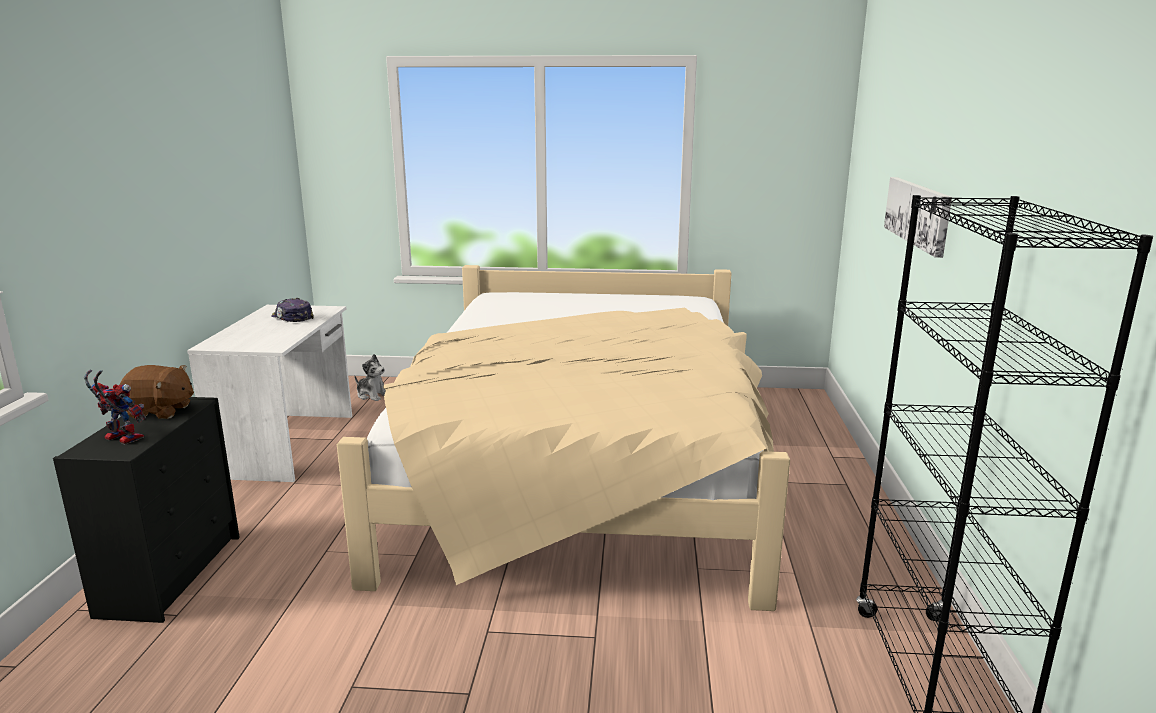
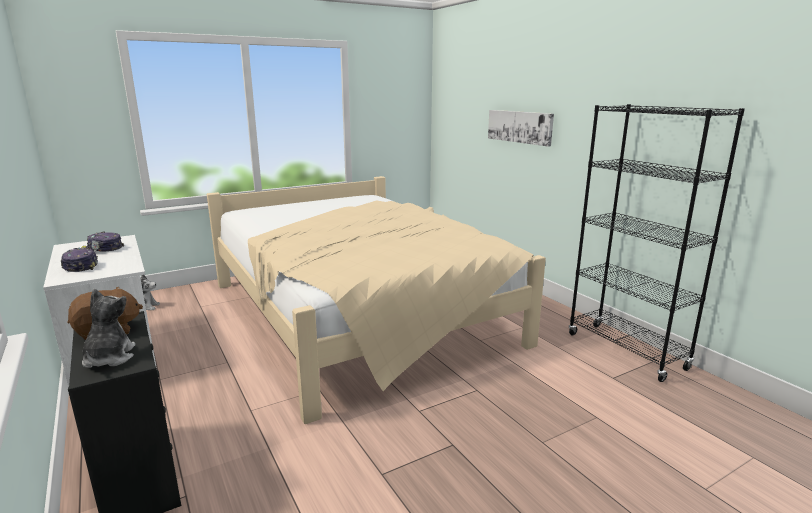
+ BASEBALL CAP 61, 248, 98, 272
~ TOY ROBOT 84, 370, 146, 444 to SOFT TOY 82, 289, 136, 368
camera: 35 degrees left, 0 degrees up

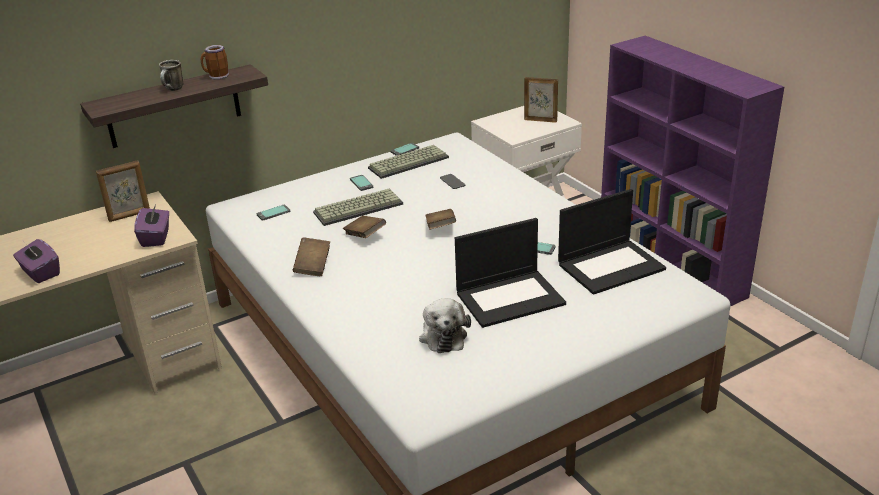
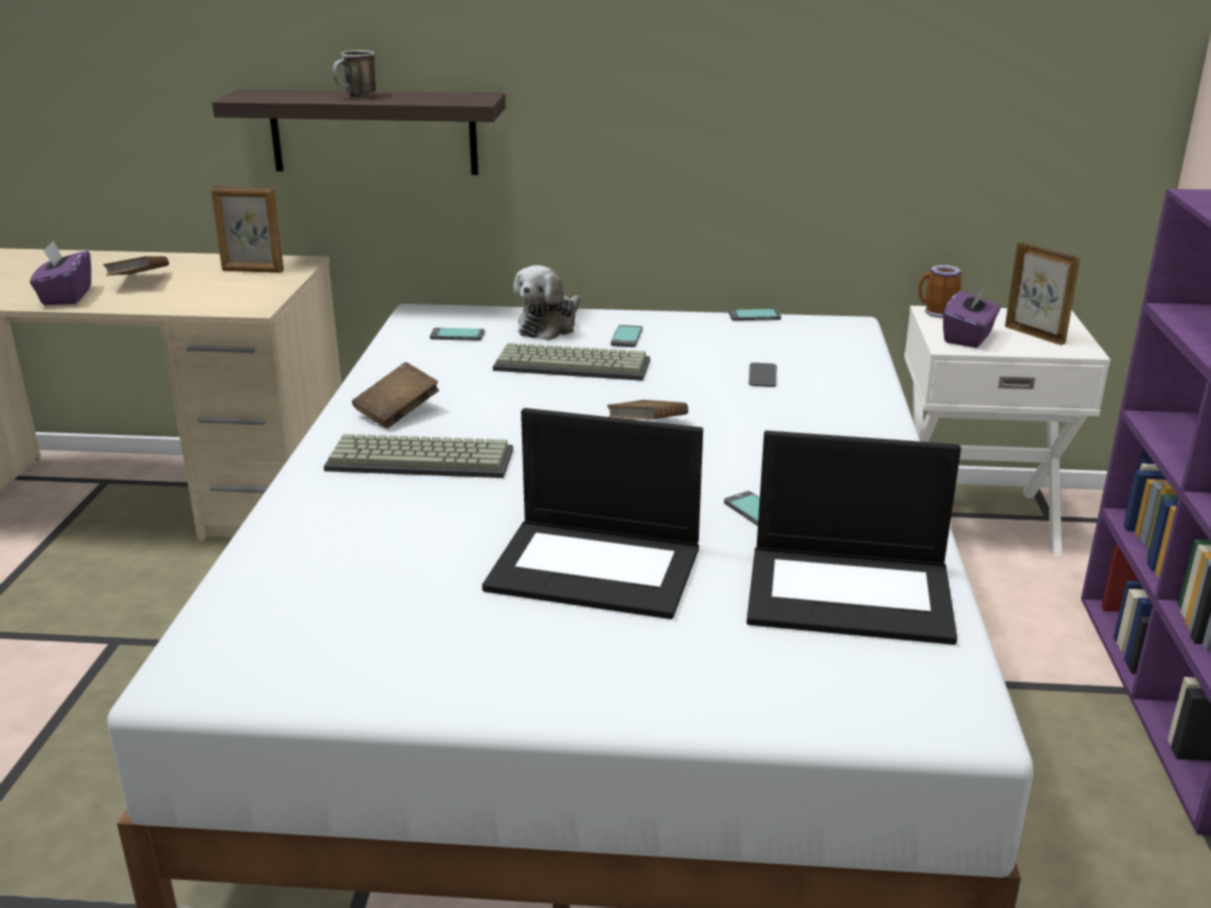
~ PURPLE TISSUE BOX 134, 204, 169, 247 to 943, 285, 1001, 348
~ MUG 201, 45, 229, 80 to 918, 265, 962, 318
~ BROWN BOUND BOOK 343, 216, 386, 238 to 103, 256, 169, 276
~ KEYBOARD 368, 145, 449, 179 to 324, 434, 513, 478
~ SOFT TOY 419, 298, 471, 353 to 513, 265, 580, 341
camera: 35 degrees right, 5 degrees down

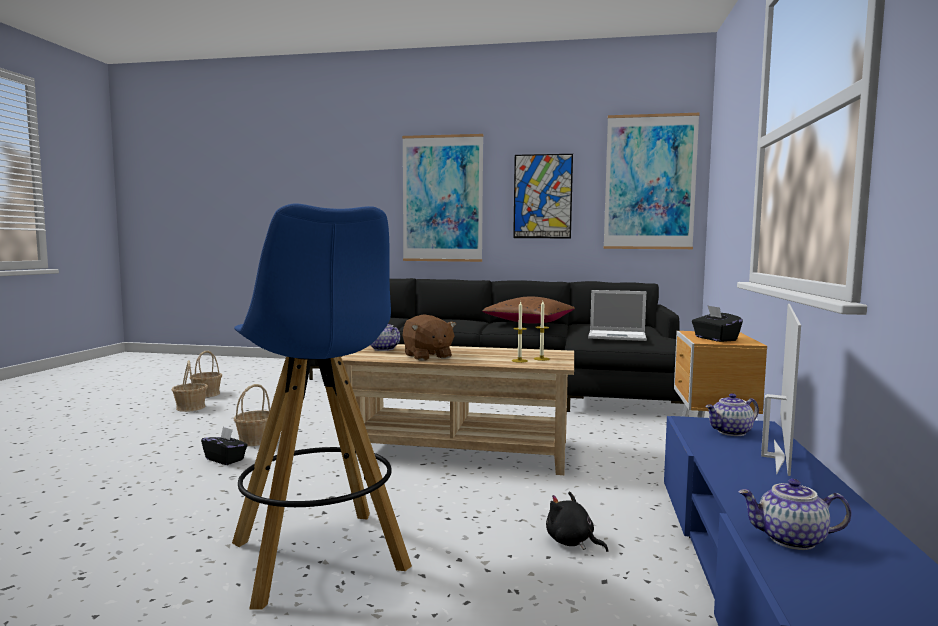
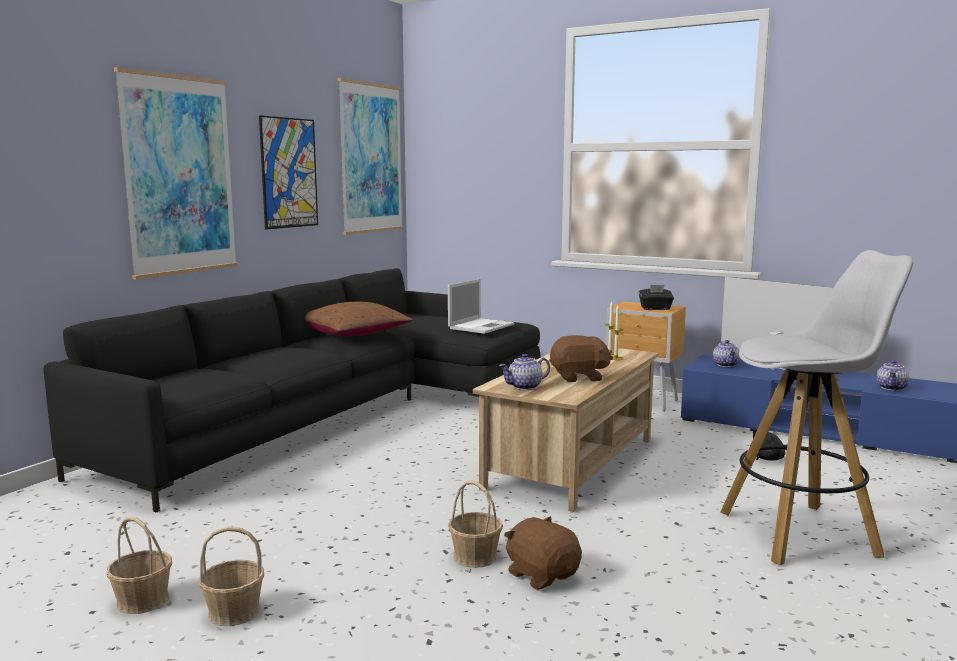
~ BLACK-COLOURED TISSUE BOX 201, 427, 248, 465 to BROWN SOFT TOY 504, 516, 582, 590
~ BLUE STOOL 232, 203, 412, 610 to WHITE-COLOURED STOOL 720, 250, 913, 565
camera: 70 degrees left, 5 degrees up

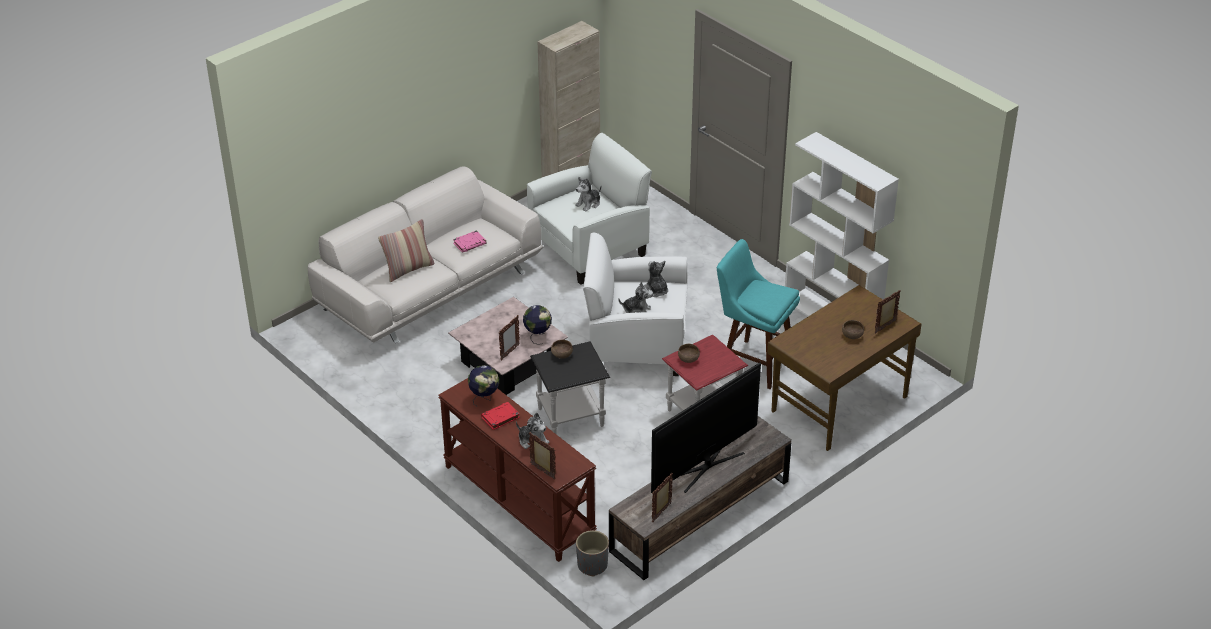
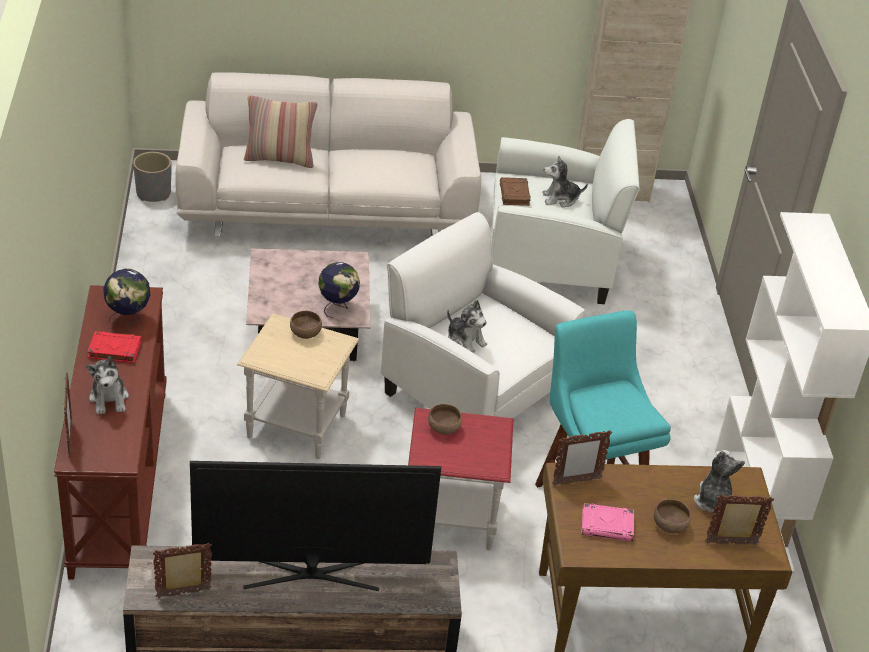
+ BROWN BOUND BOOK 500, 177, 531, 206
~ PINKISH BOUND BOOK 453, 230, 487, 253 to 581, 503, 634, 541
~ PICTURE FRAME 499, 315, 520, 360 to 552, 430, 612, 486
~ GRAY PLANT POT 576, 530, 609, 576 to 133, 152, 171, 202
~ SOFT TOY 644, 261, 668, 297 to 694, 450, 745, 513
~ BLACK-COLOURED SIDE TABLE 530, 341, 610, 434 to BEIGE SIDE TABLE 237, 314, 359, 459
camera: 35 degrees right, 0 degrees up

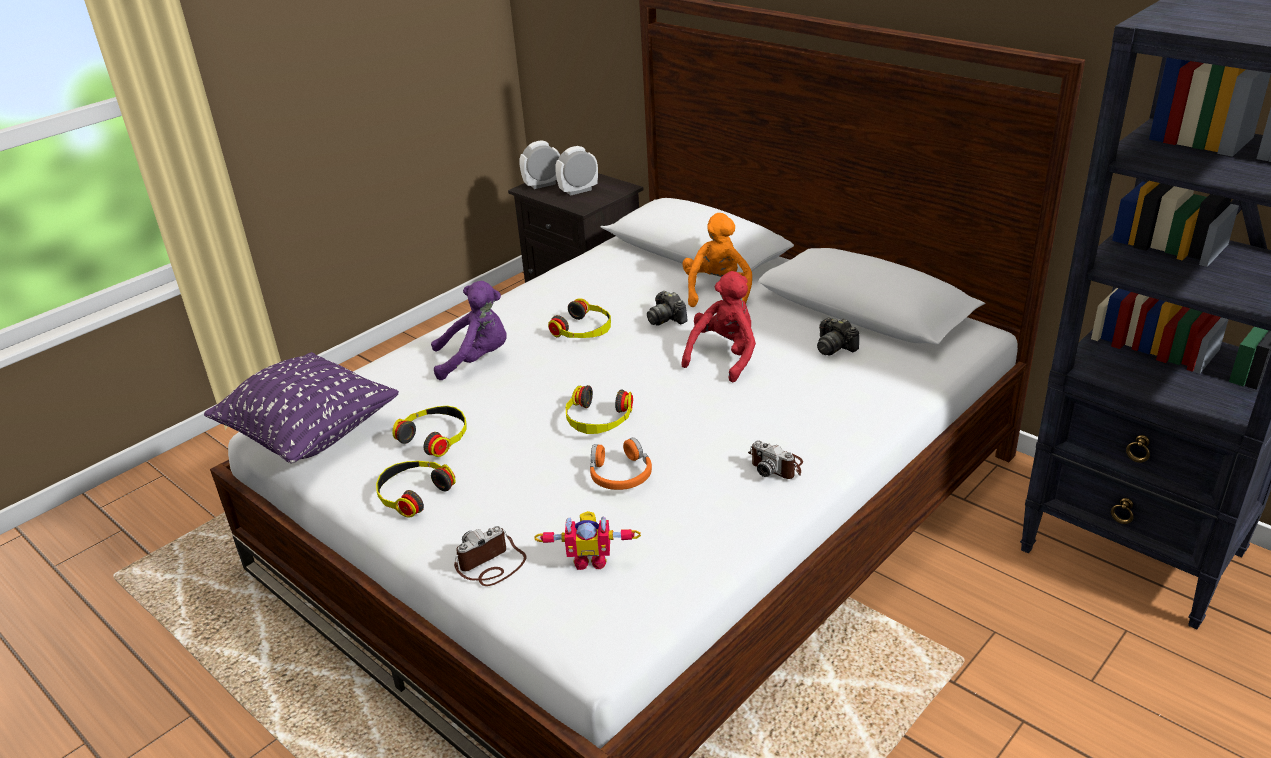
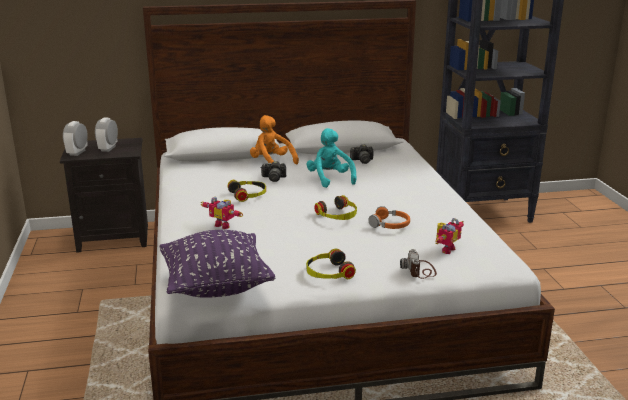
- HEADPHONES 392, 406, 467, 457
- PHOTO CAMERA 748, 440, 803, 479
~ PURPLE SOFT TOY 431, 281, 507, 380 to TOY ROBOT 201, 197, 243, 229
~ RED-COLOURED SOFT TOY 681, 271, 756, 382 to BLUE-GREEN SOFT TOY 306, 128, 356, 188
camera: 55 degrees left, 10 degrees down

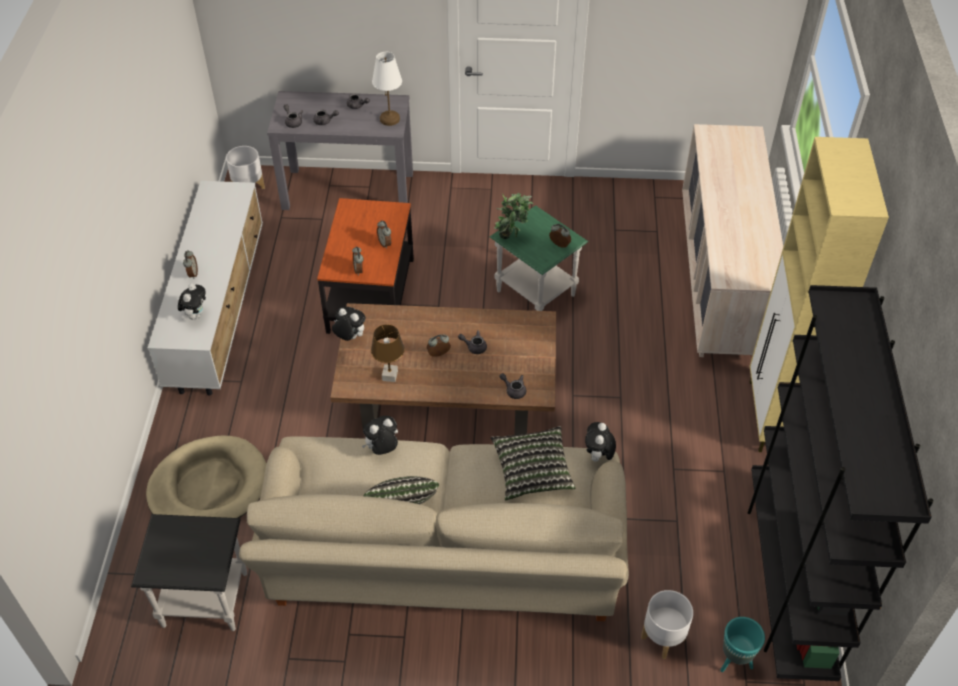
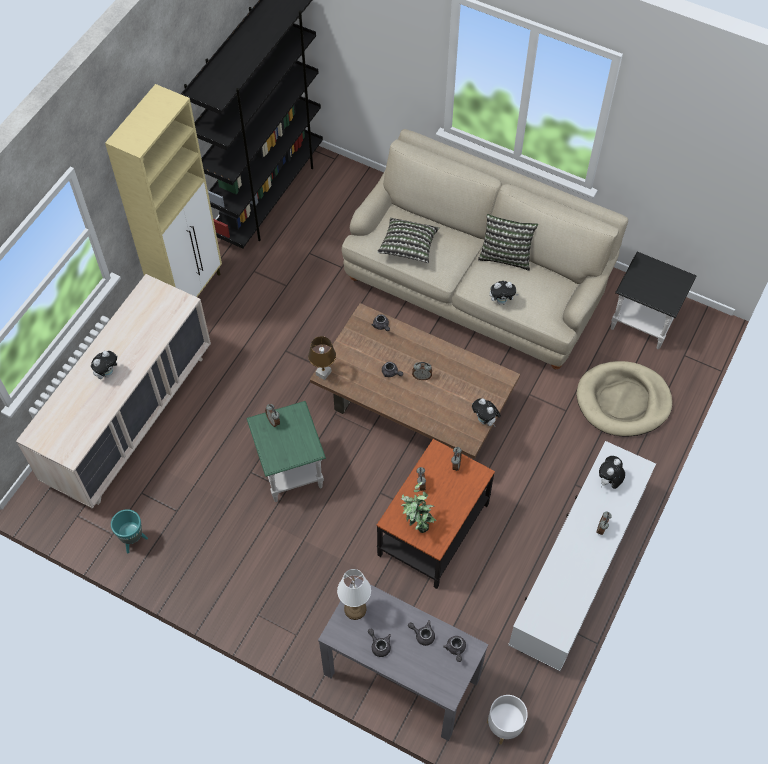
- WHITE-COLOURED PLANT POT 641, 590, 693, 659
~ BROWN TABLE LAMP 371, 324, 405, 382 to 308, 336, 336, 380
~ HOUSEPLANT 494, 193, 533, 239 to 401, 482, 436, 533
~ SOFT TOY 585, 422, 616, 462 to 91, 351, 118, 379
~ BLUE-GREEN PLANT POT 720, 617, 765, 672 to 111, 509, 148, 553
camera: 155 degrees left, 10 degrees up

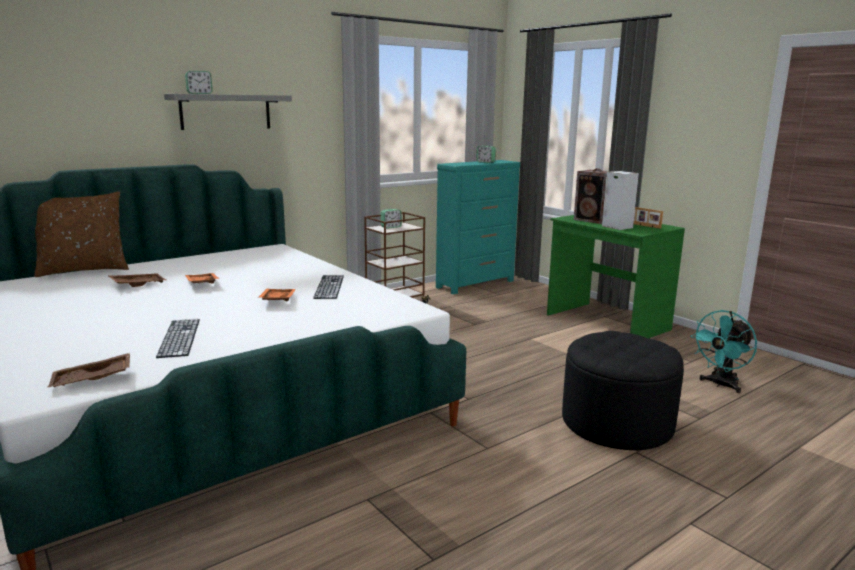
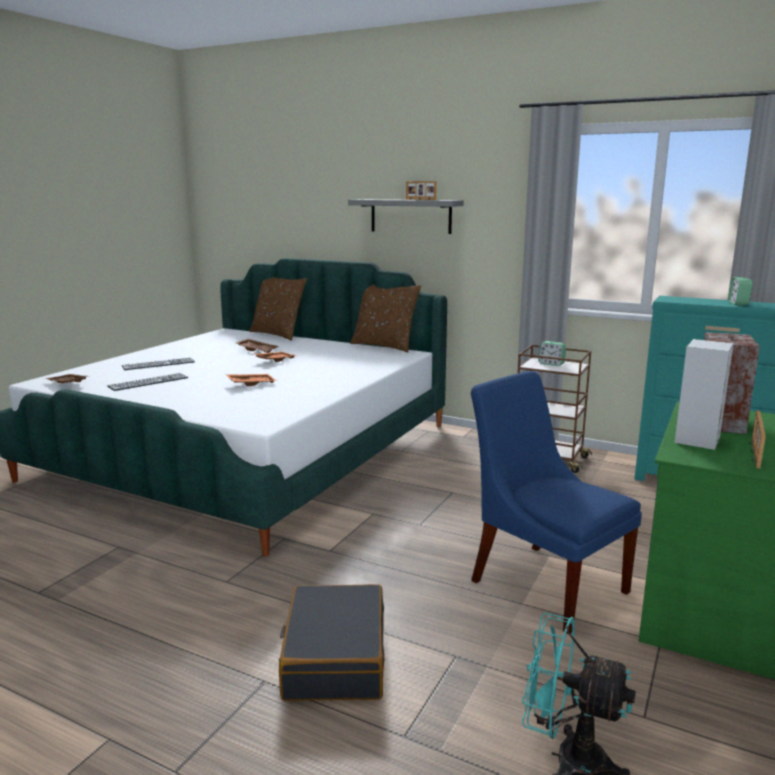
- ALARM CLOCK 185, 71, 213, 94
+ BROWN THROW PILLOW 350, 284, 421, 352
+ PICTURE FRAME 406, 181, 437, 200
+ BLUE CHAIR 471, 371, 642, 635
~ KEYBOARD 313, 275, 344, 299 to 122, 358, 195, 370
~ BLACK-COLOURED OTTOMAN 562, 331, 684, 451 to BLACK-COLOURED SUITCASE 279, 584, 384, 701
camera: 65 degrees right, 0 degrees up

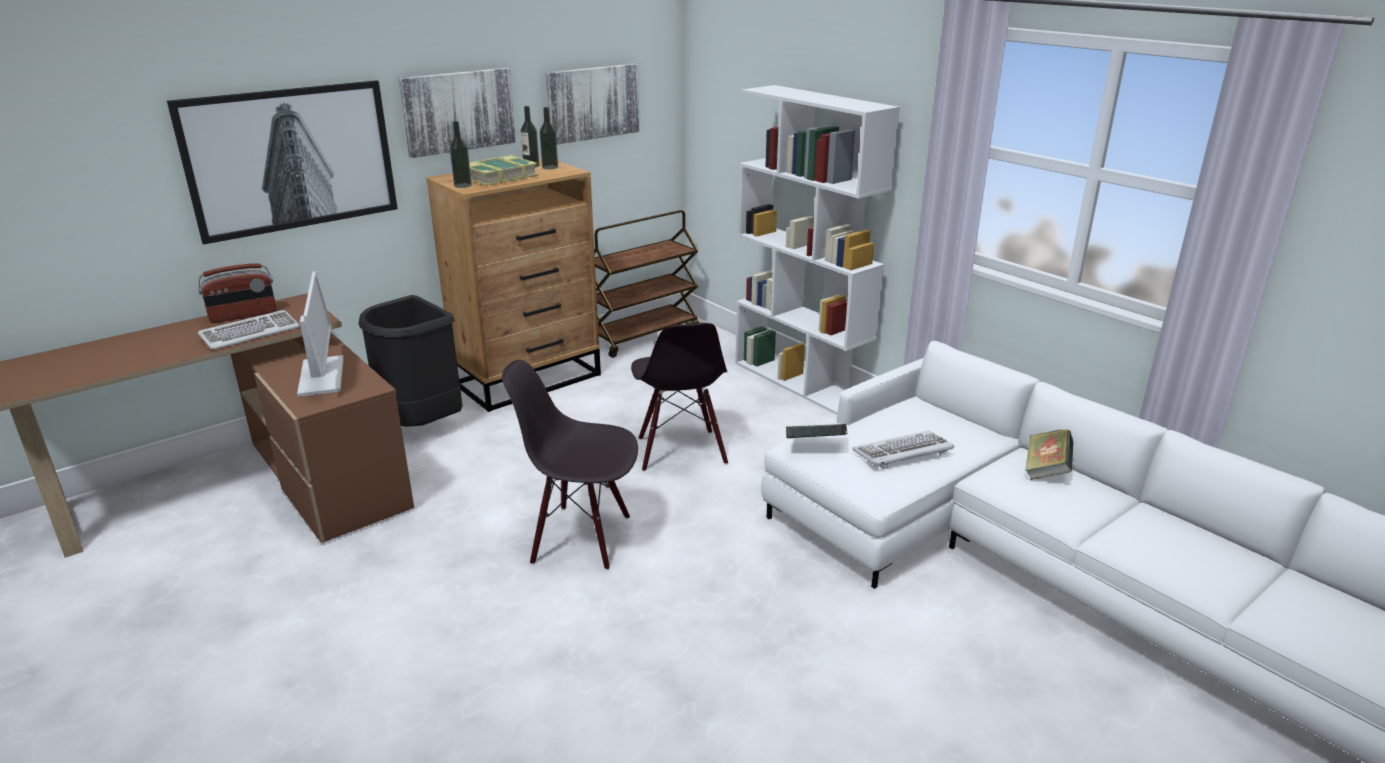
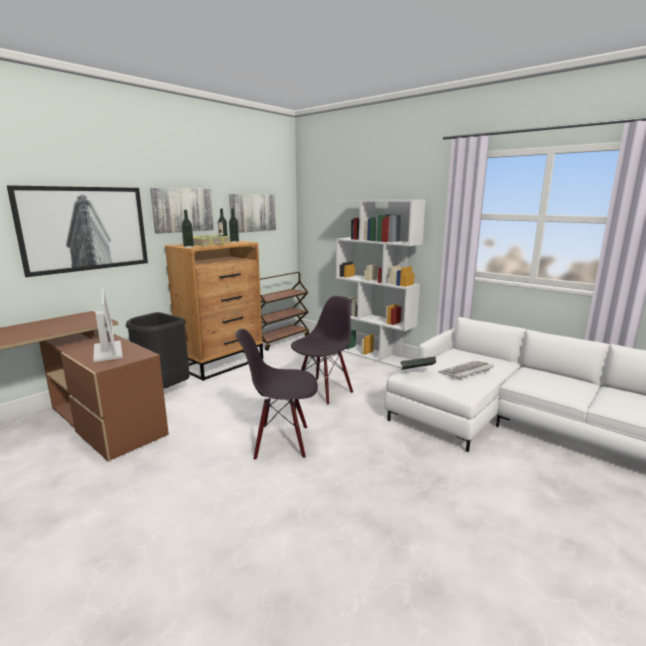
- RADIO SET 198, 263, 276, 323
- KEYBOARD 198, 310, 300, 350
- BOUND BOOK 1025, 430, 1073, 480
~ BLACK-COLOURED CHAIR 631, 323, 728, 471 = 291, 296, 353, 405 120 degrees counterclockwise
camera: 10 degrees left, 10 degrees down

